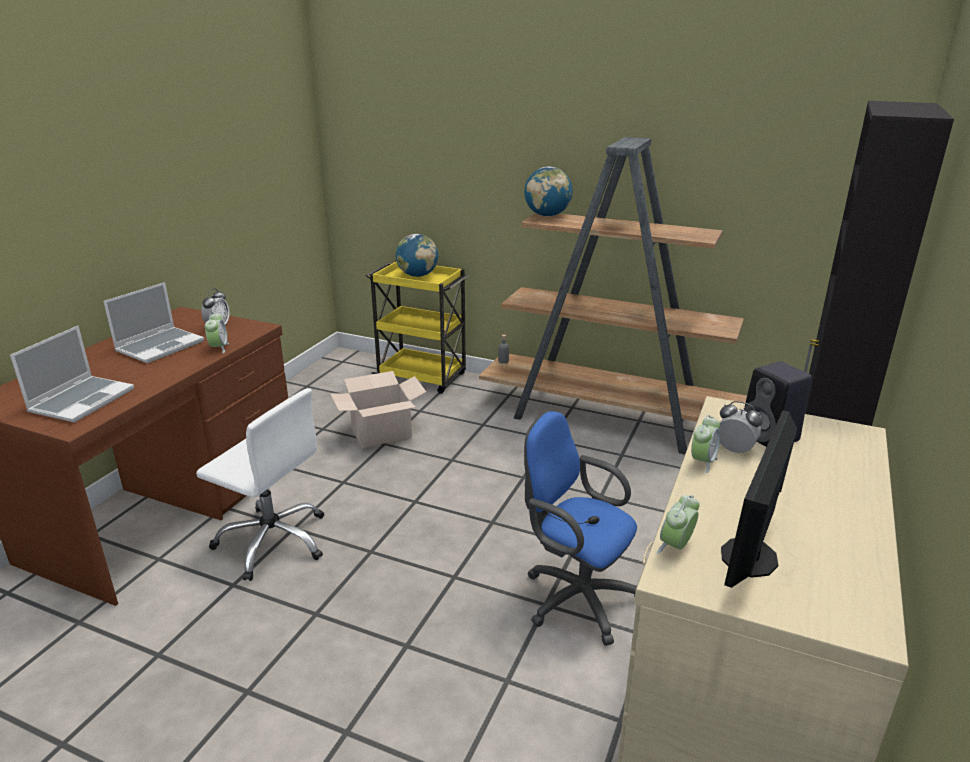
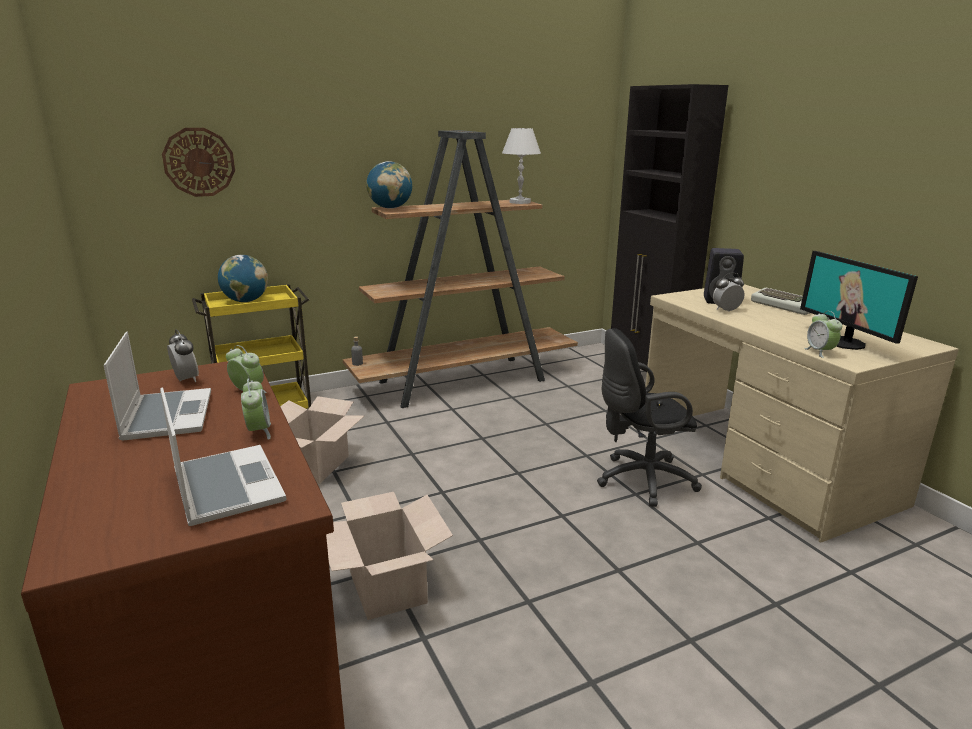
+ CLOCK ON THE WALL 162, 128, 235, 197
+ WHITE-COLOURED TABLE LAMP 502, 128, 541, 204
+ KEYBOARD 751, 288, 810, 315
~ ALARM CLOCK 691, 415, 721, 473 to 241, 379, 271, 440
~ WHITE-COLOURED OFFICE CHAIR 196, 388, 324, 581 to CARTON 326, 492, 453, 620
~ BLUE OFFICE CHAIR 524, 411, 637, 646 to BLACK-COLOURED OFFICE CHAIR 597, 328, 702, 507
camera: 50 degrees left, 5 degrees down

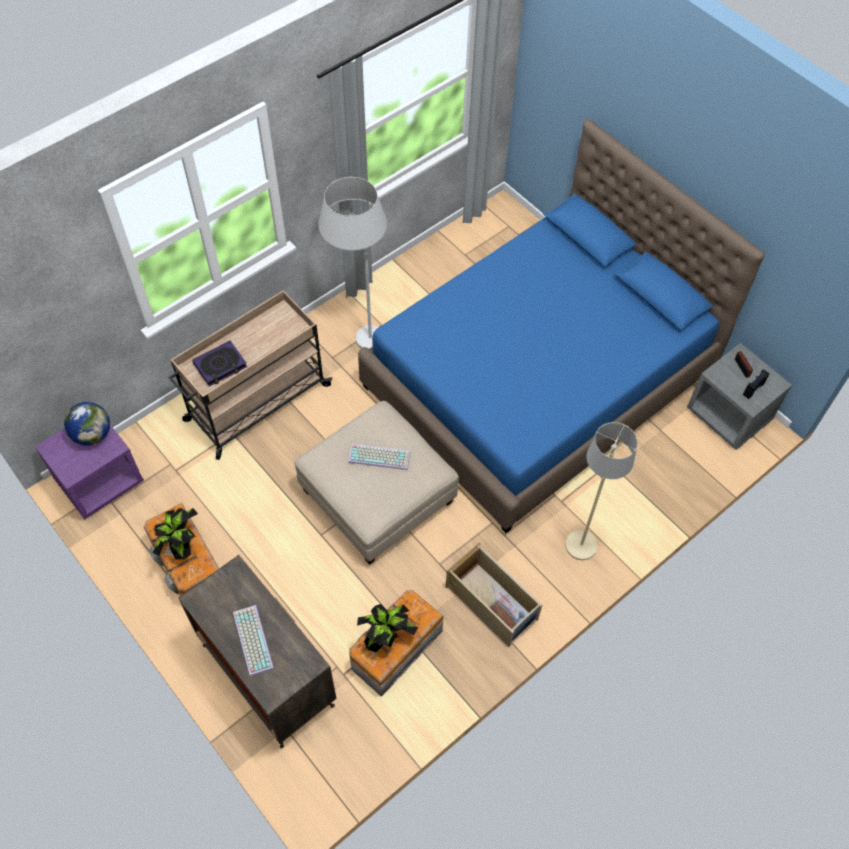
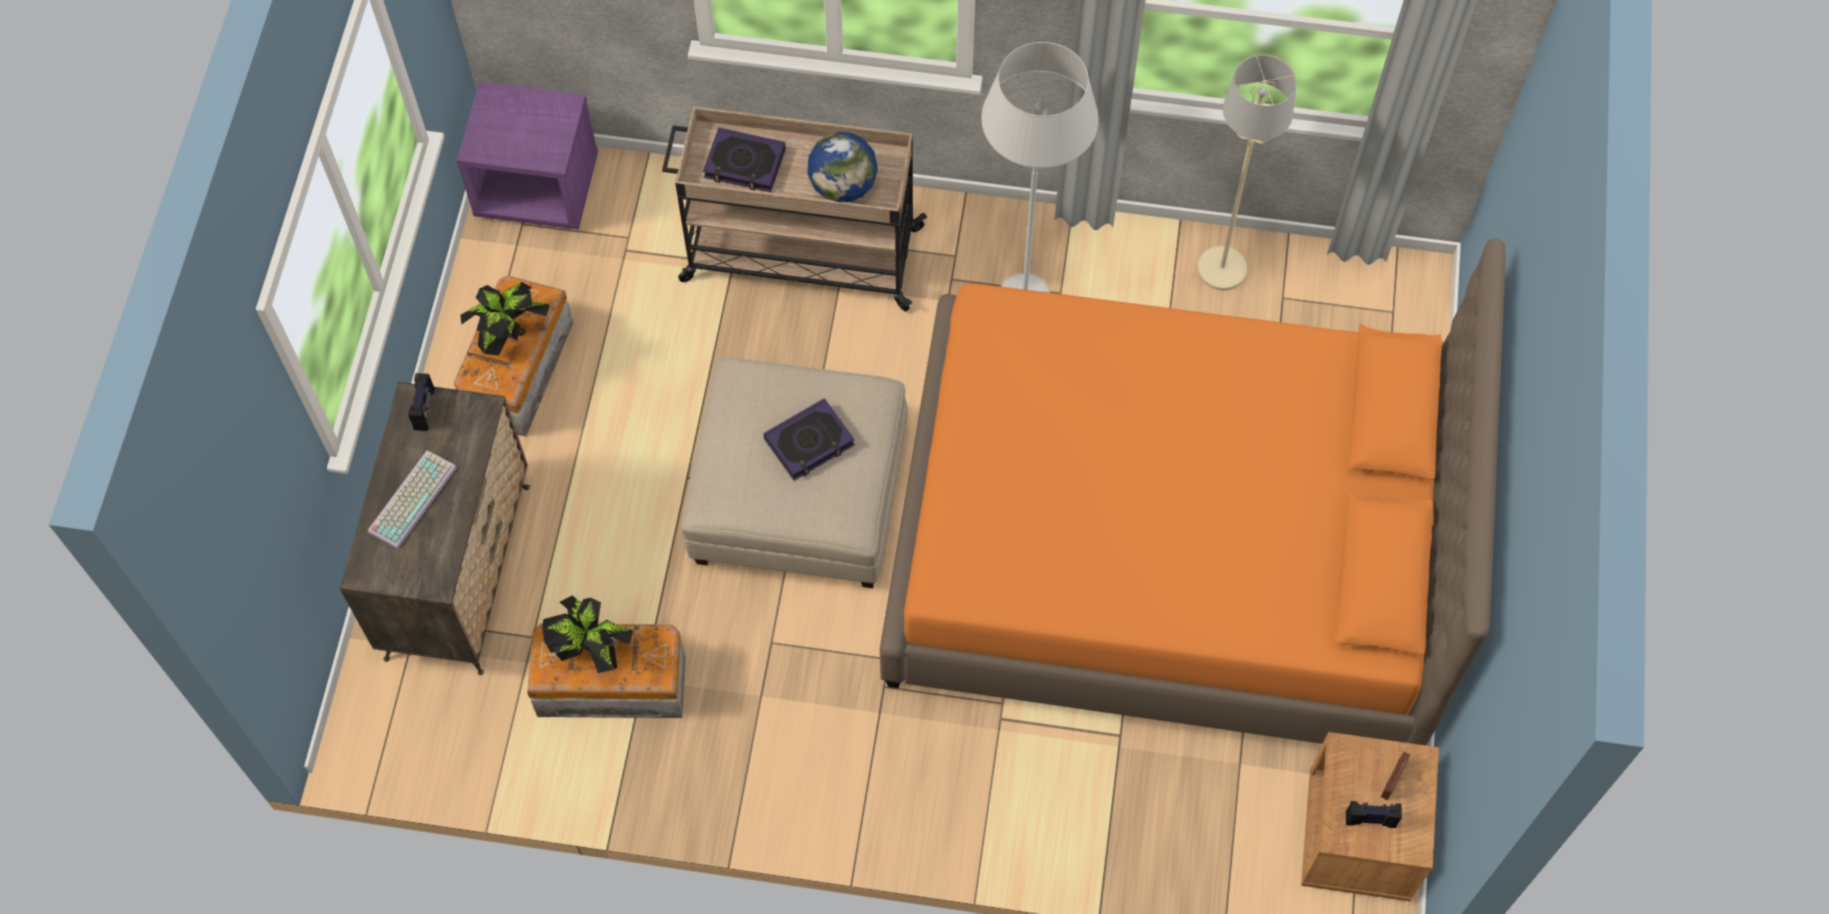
- BEIGE STORAGE CONTAINER 446, 542, 542, 647
+ RADIO SET 408, 373, 435, 431
~ WORLD GLOBE 64, 402, 110, 446 to 807, 132, 878, 202
~ BEIGE FLOOR LAMP 565, 422, 638, 560 to 1198, 54, 1297, 291
~ KEYBOARD 348, 444, 410, 470 to BOUND BOOK 763, 398, 855, 481
~ BLUE BEDROOM BED 358, 119, 765, 533 to ORANGE-COLOURED BEDROOM BED 880, 238, 1506, 746
~ GRAY NIGHT TABLE 687, 343, 792, 450 to BROWN NIGHT TABLE 1301, 732, 1439, 901
camera: 50 degrees right, 5 degrees up

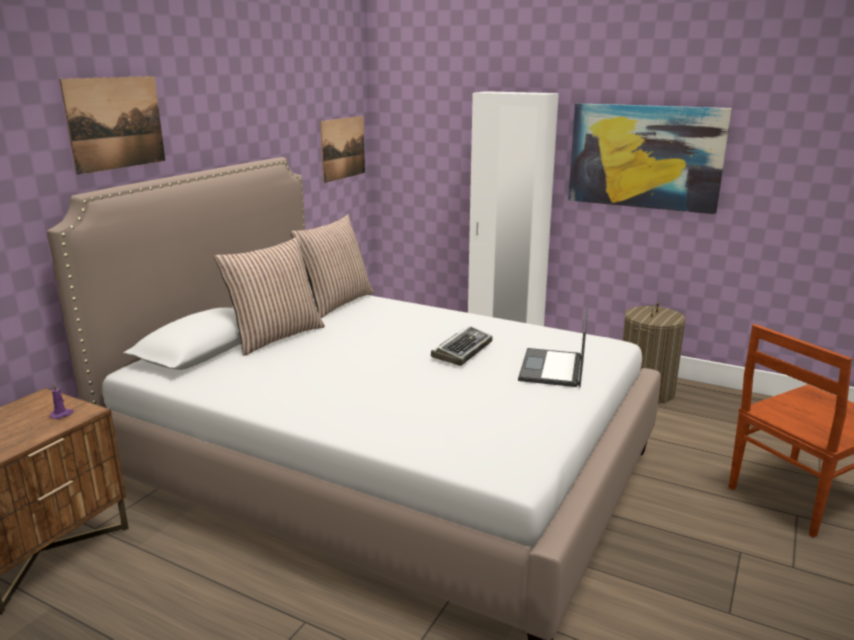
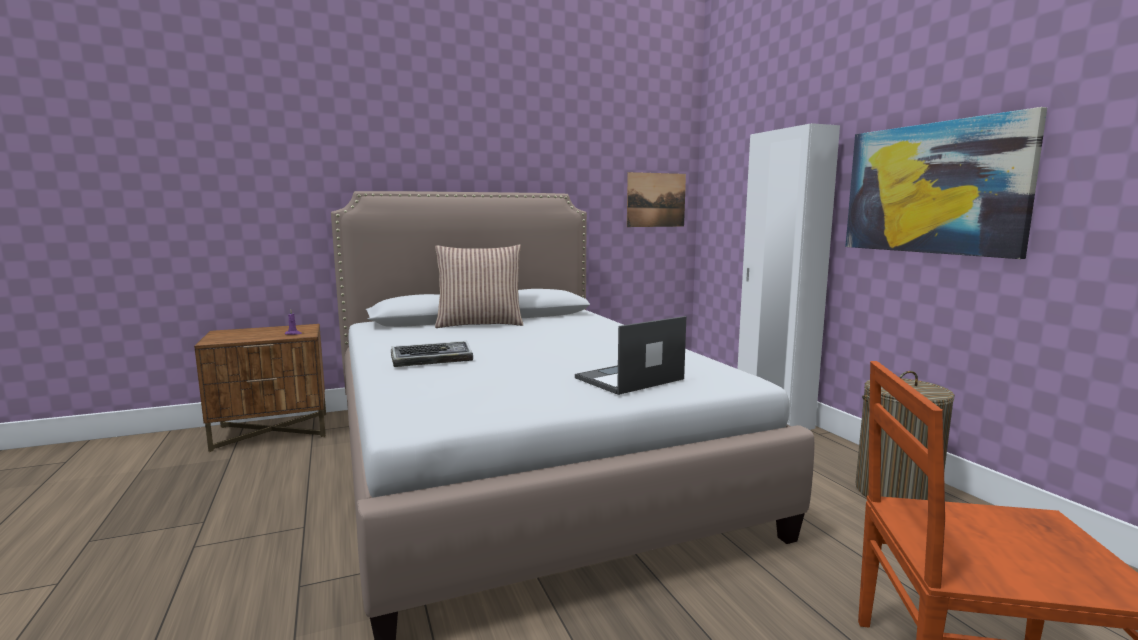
- PICTURE 60, 76, 165, 175
- THROW PILLOW 290, 214, 374, 318
~ KEYBOARD 431, 326, 493, 366 to 391, 341, 473, 367
camera: 40 degrees right, 10 degrees down

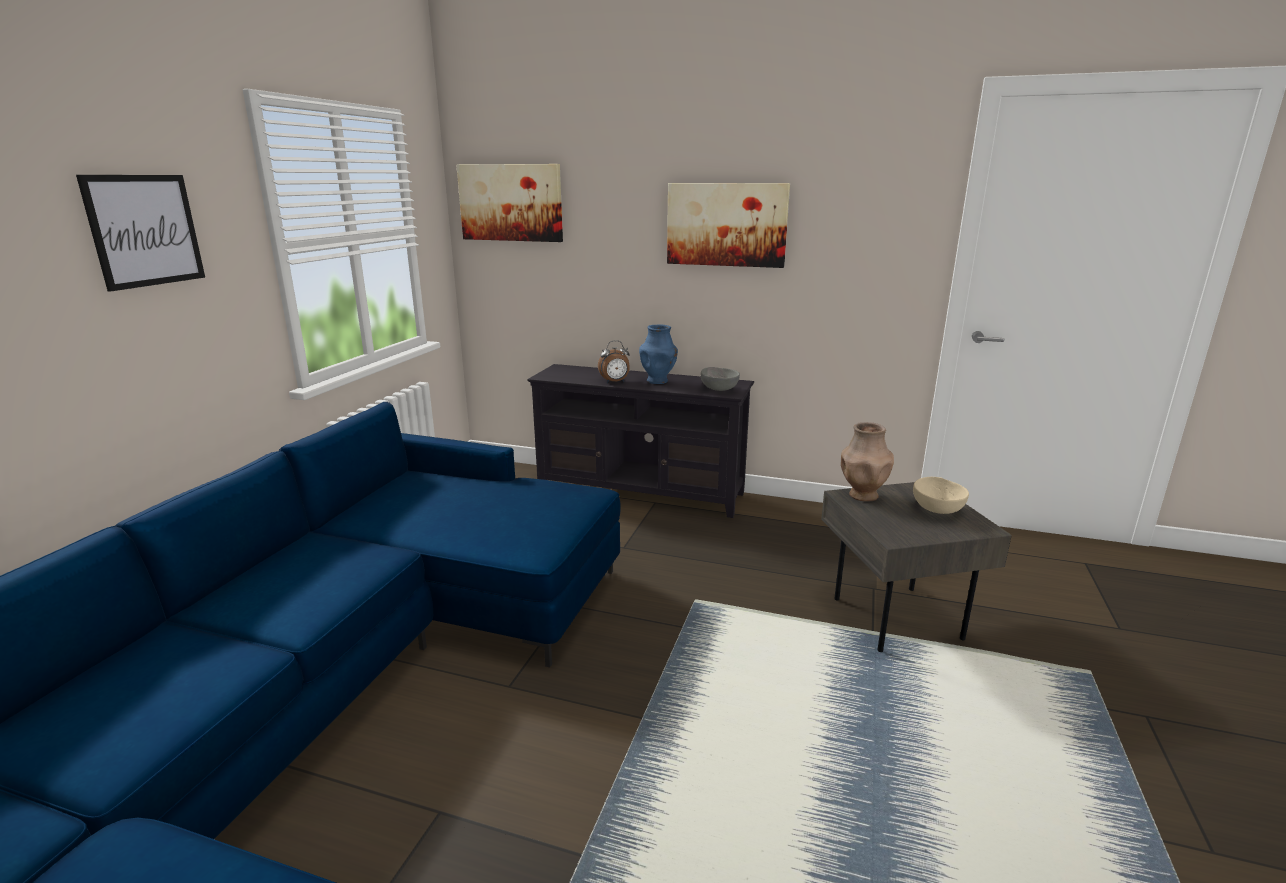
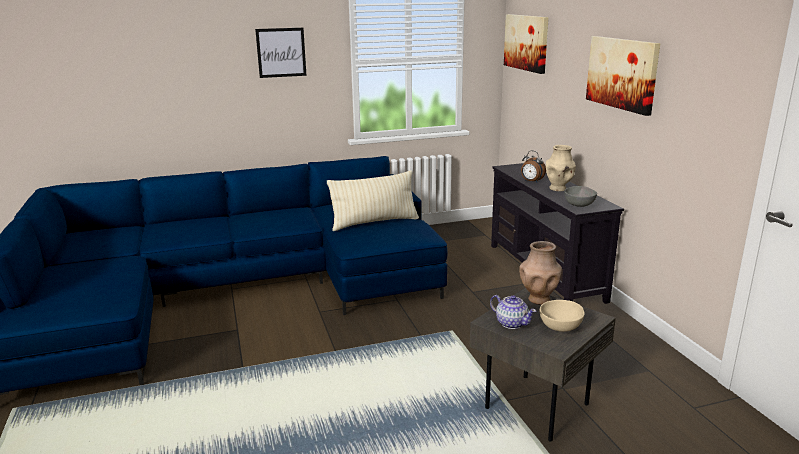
+ BEIGE THROW PILLOW 327, 170, 419, 231
+ TEA POT 490, 295, 537, 329
~ BLUE VASE 639, 325, 678, 384 to BEIGE VASE 546, 145, 576, 191
camera: 55 degrees right, 0 degrees up

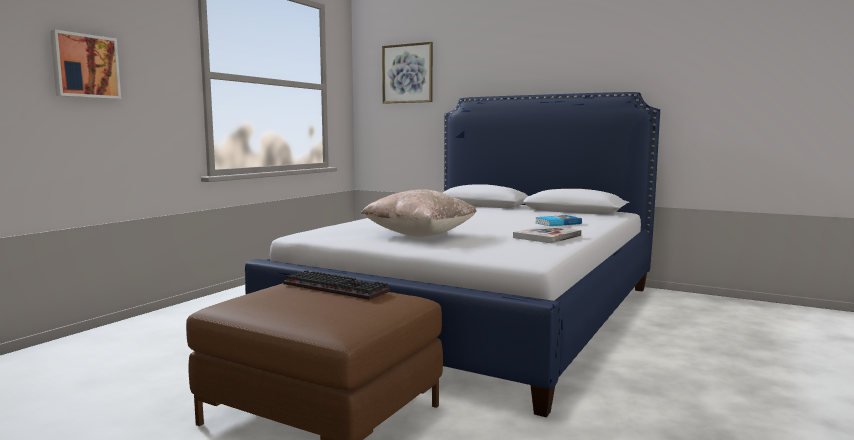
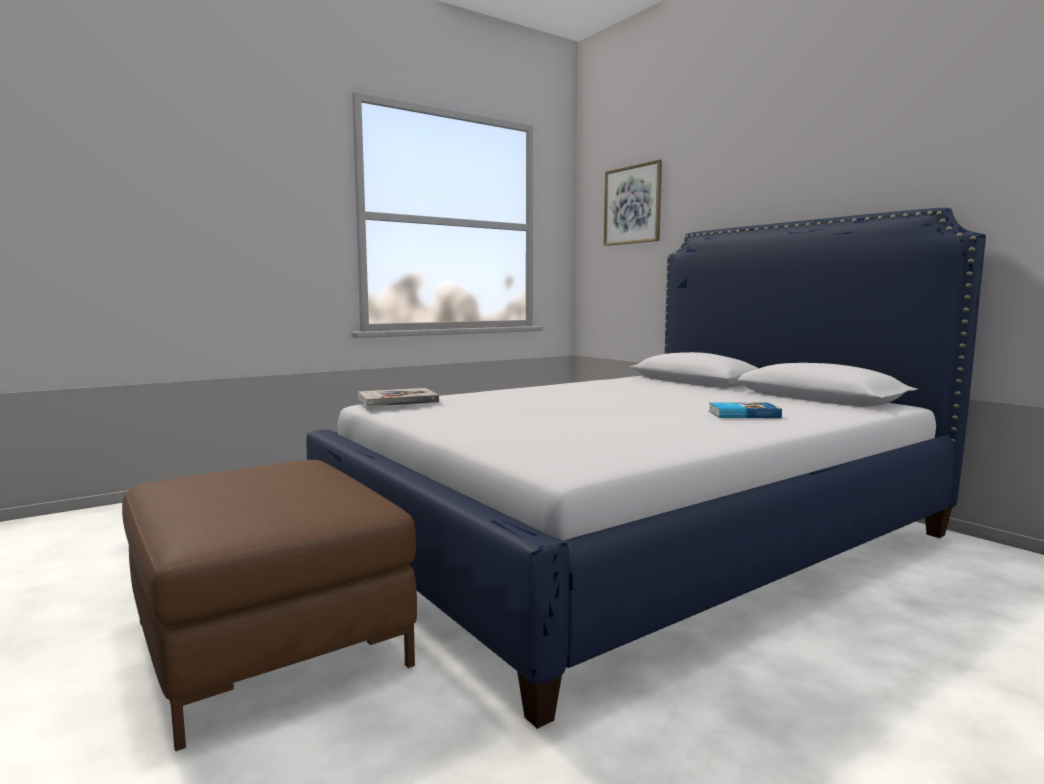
- PICTURE 50, 29, 121, 99
- KEYBOARD 283, 270, 390, 300
- BEIGE THROW PILLOW 361, 189, 477, 237
~ BOUND BOOK 513, 226, 581, 243 to 358, 388, 439, 407
camera: 25 degrees right, 0 degrees up

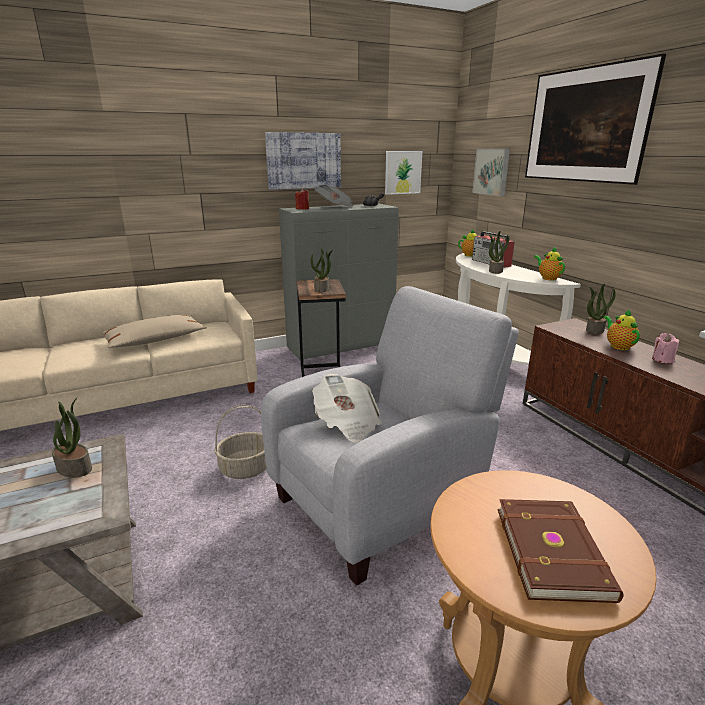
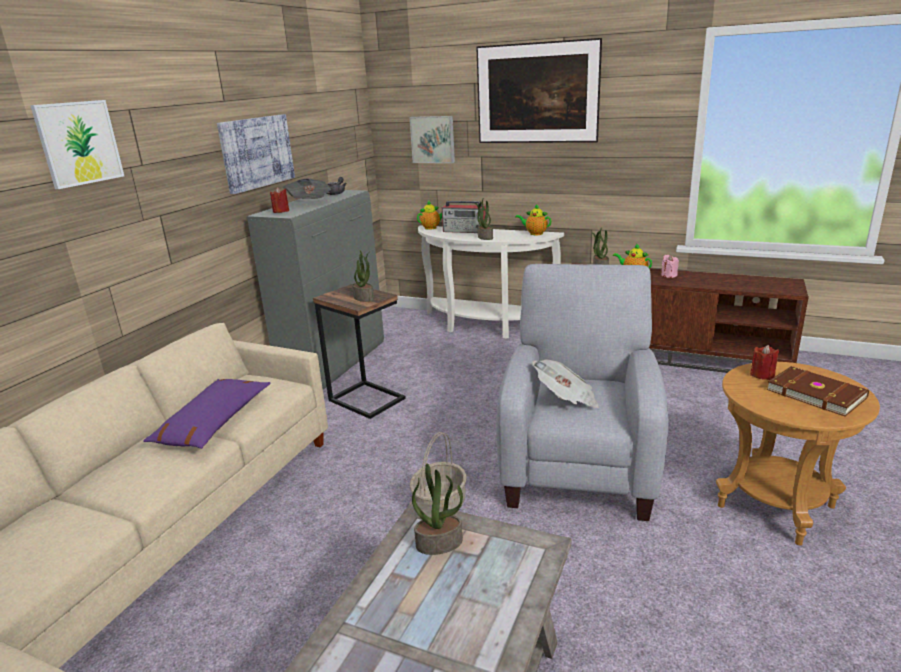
+ RED-COLOURED WAX CANDLE 750, 345, 779, 380
~ PICTURE 385, 151, 423, 195 to 30, 100, 124, 189
~ BEIGE THROW PILLOW 101, 315, 207, 348 to PURPLE THROW PILLOW 143, 379, 270, 449
camera: 40 degrees left, 0 degrees up

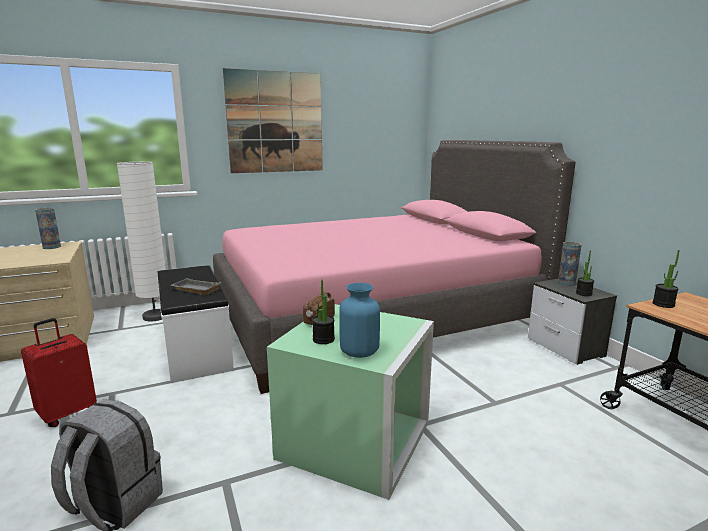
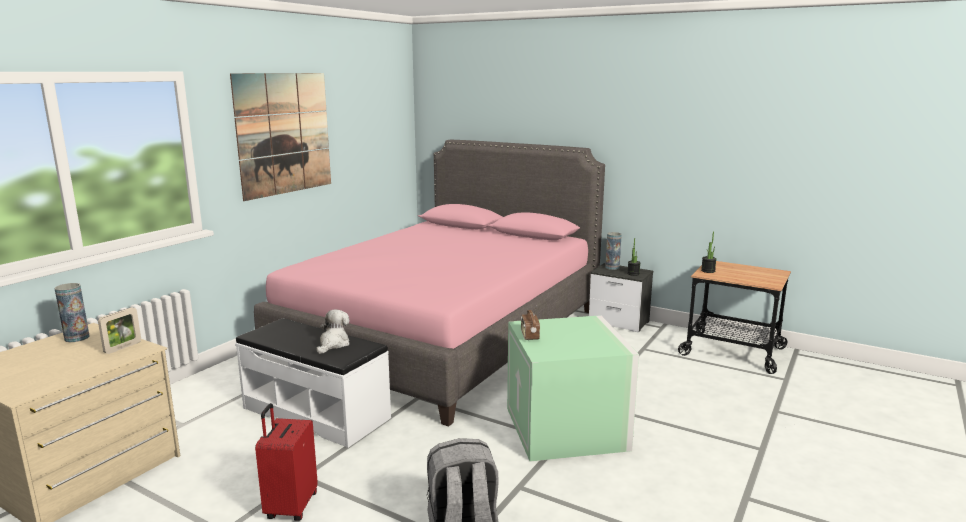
- WHITE-COLOURED FLOOR LAMP 117, 162, 166, 321
- HOUSEPLANT 312, 280, 335, 344
- BLUE VASE 339, 283, 380, 358
+ PICTURE FRAME 98, 307, 141, 354
~ GRAY TRAY 170, 278, 221, 295 to SOFT TOY 316, 310, 350, 354
camera: 35 degrees left, 0 degrees up

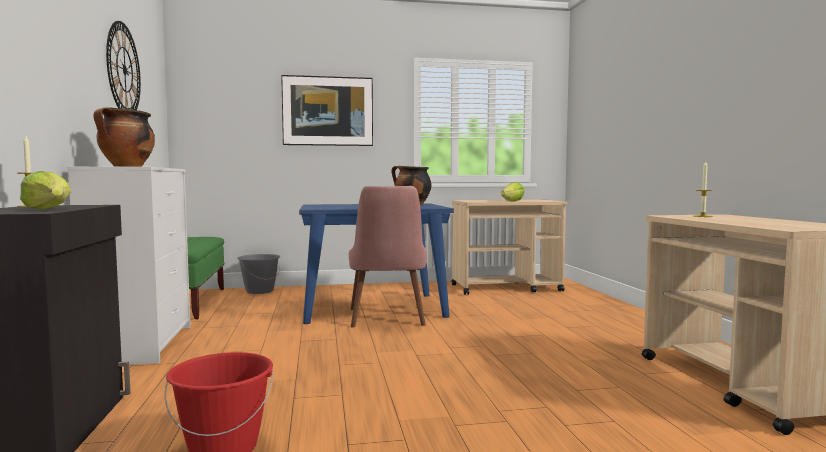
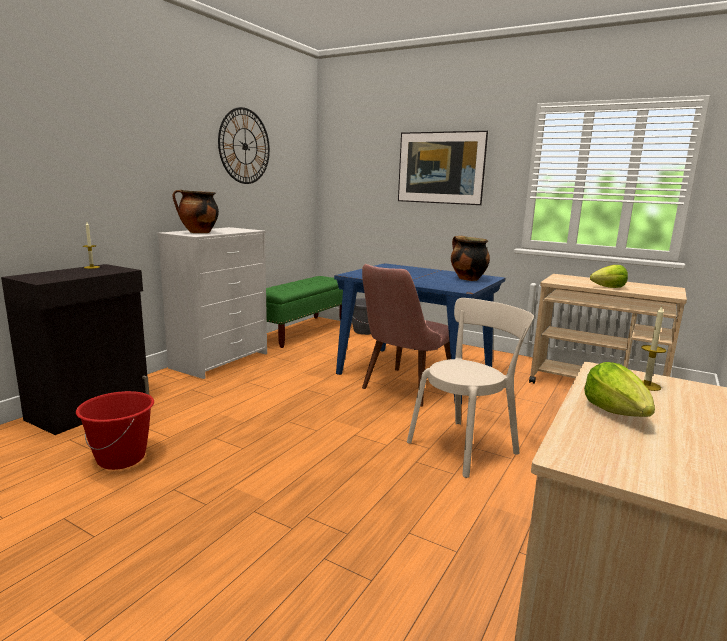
+ BEIGE CHAIR 407, 298, 534, 478
~ LETTUCE 20, 171, 71, 209 to 584, 362, 655, 417
camera: 40 degrees right, 10 degrees up

